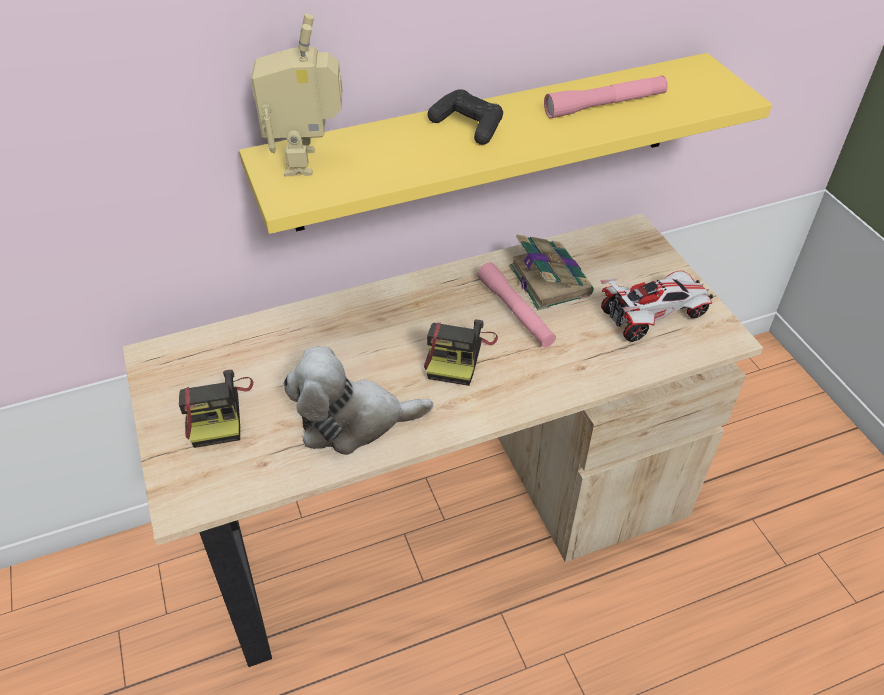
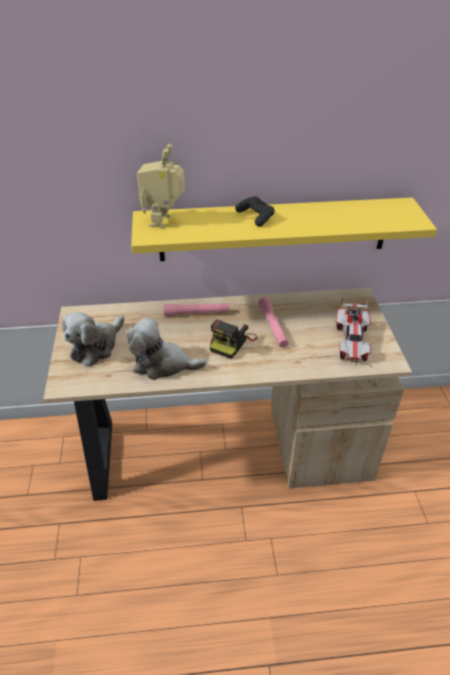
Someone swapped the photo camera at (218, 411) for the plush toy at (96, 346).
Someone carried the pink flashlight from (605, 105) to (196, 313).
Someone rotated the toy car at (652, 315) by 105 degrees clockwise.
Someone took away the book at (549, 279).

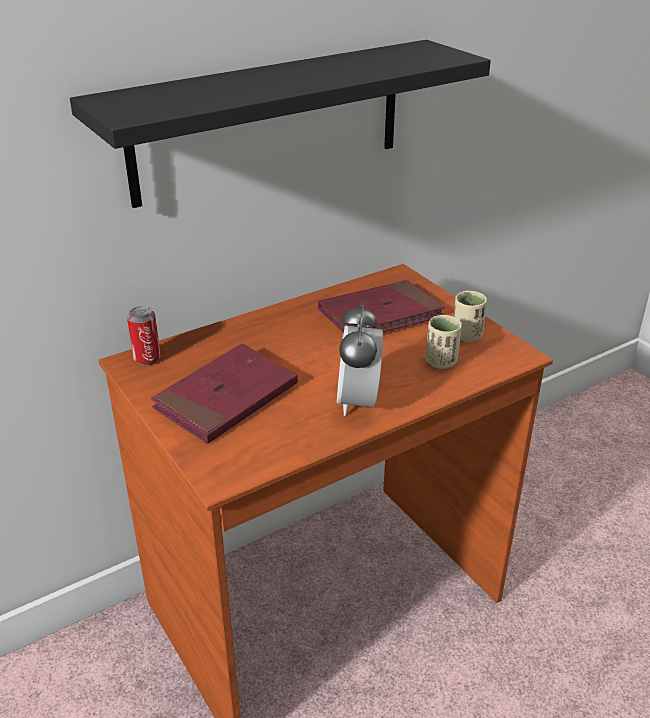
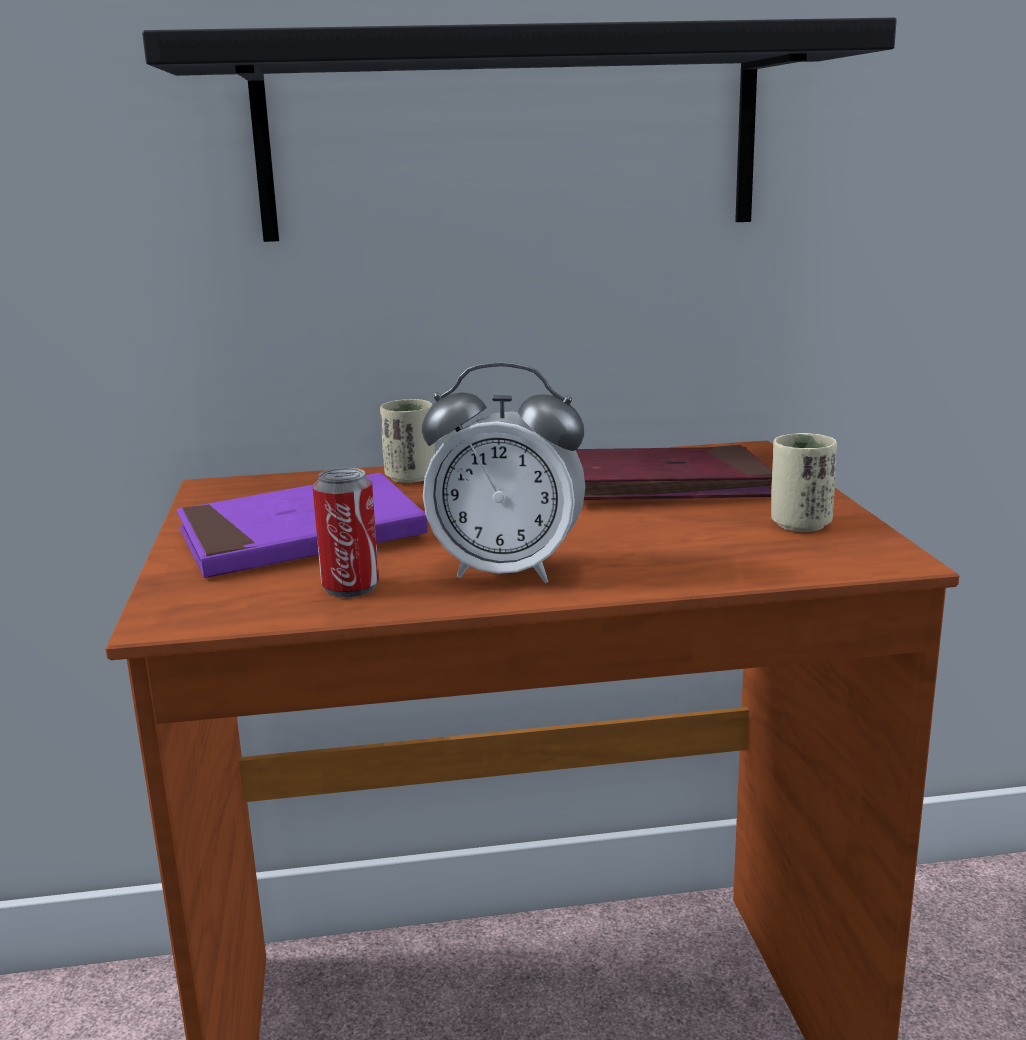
Someone repainted the red book at (226, 397), which became the purple book at (302, 536).
Someone carried the can from (147, 359) to (350, 587).
Someone carried the beige cup from (441, 362) to (410, 477).
Someone rotated the alarm clock at (358, 402) by 105 degrees counterclockwise.

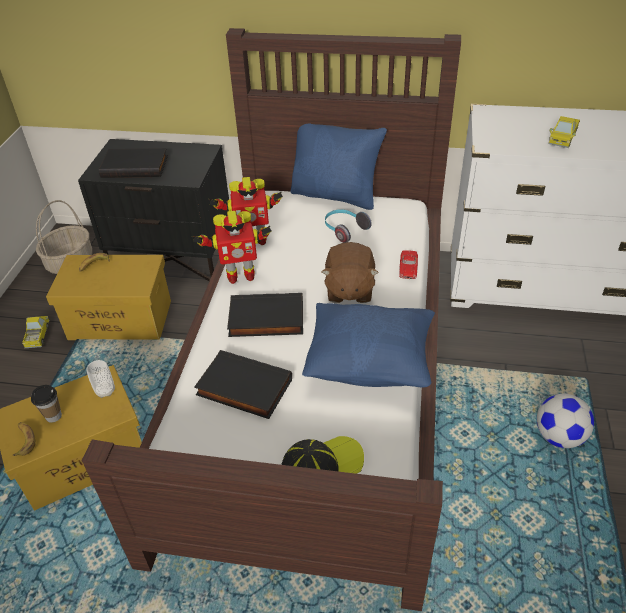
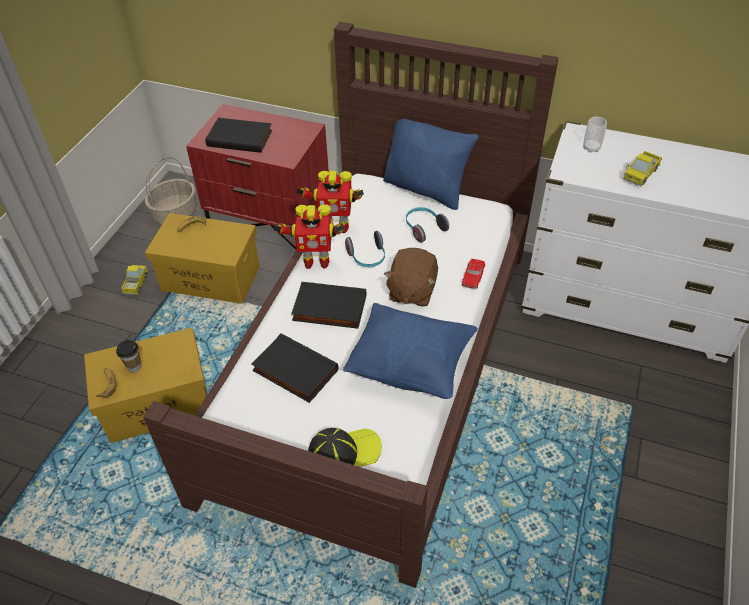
Someone repainted the black nightstand at (173, 258), which became the red nightstand at (270, 222).
Someone put down the headphones at (367, 257).
Someone carried the cup from (105, 391) to (591, 148).
Someone took away the football at (559, 437).

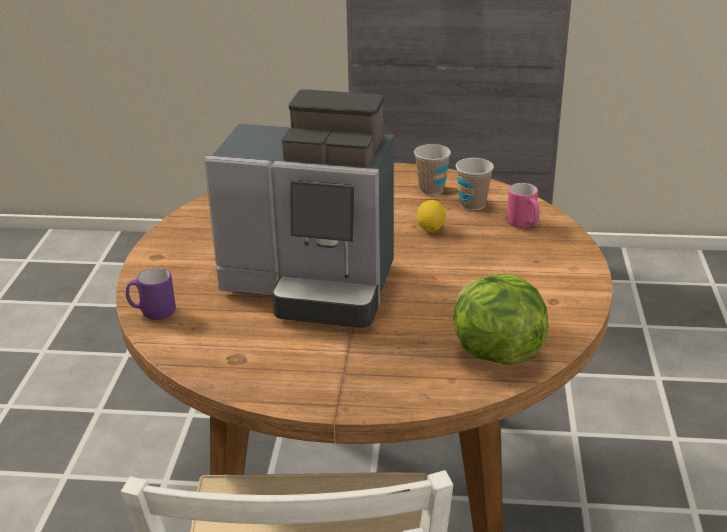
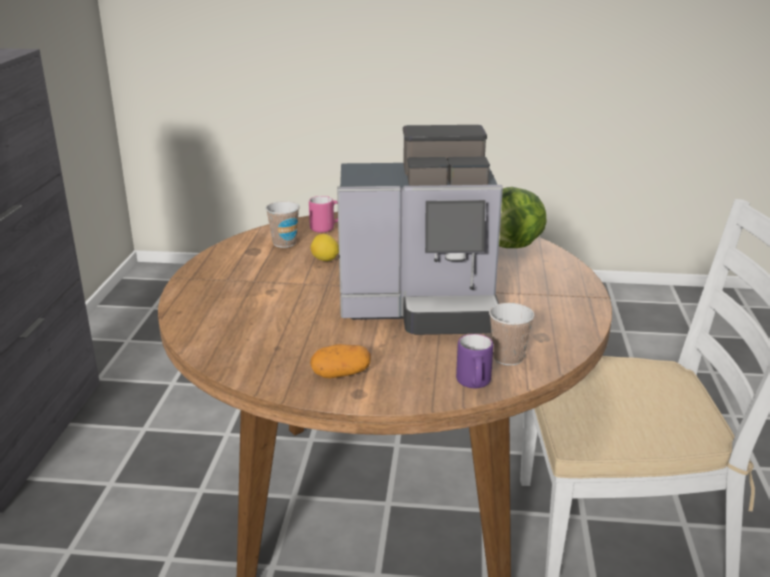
Someone put down the potato at (341, 374).
Someone rotated the coffee machine at (313, 286) by 75 degrees clockwise.
Someone carried the cup from (431, 189) to (508, 358).

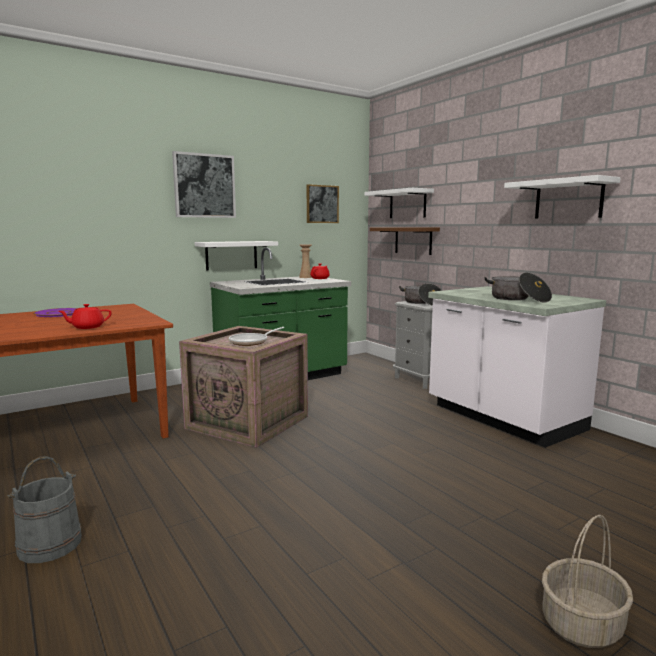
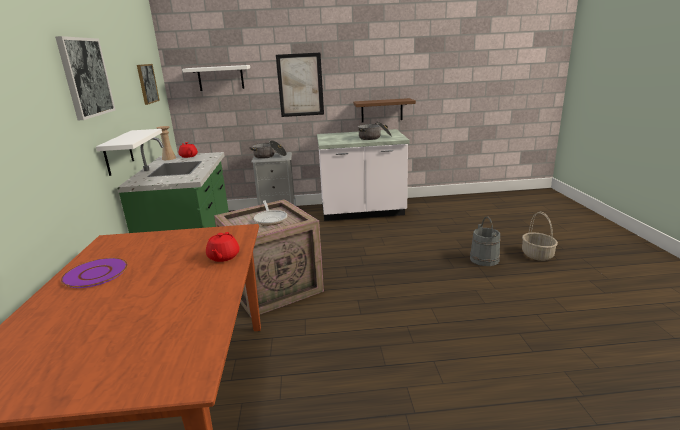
Someone put up the picture at (300, 85).
Someone carried the brown shelf from (413, 240) to (381, 110).
Someone carried the grey bucket from (50, 544) to (484, 259).
Someone took away the white shelf at (568, 199).

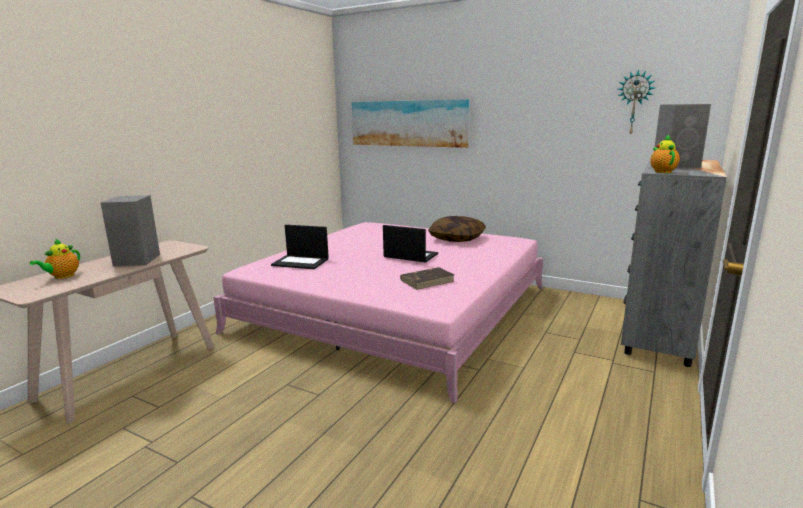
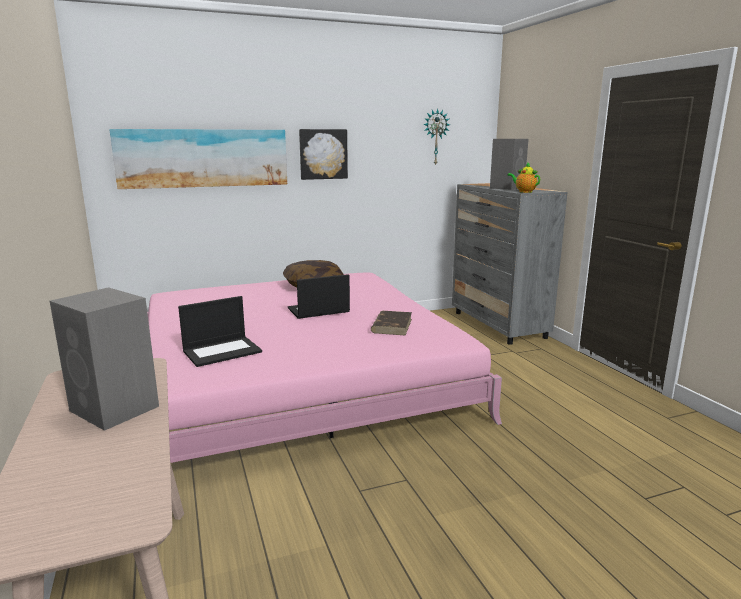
Someone put up the picture at (323, 154).
Someone took away the teapot at (62, 276).

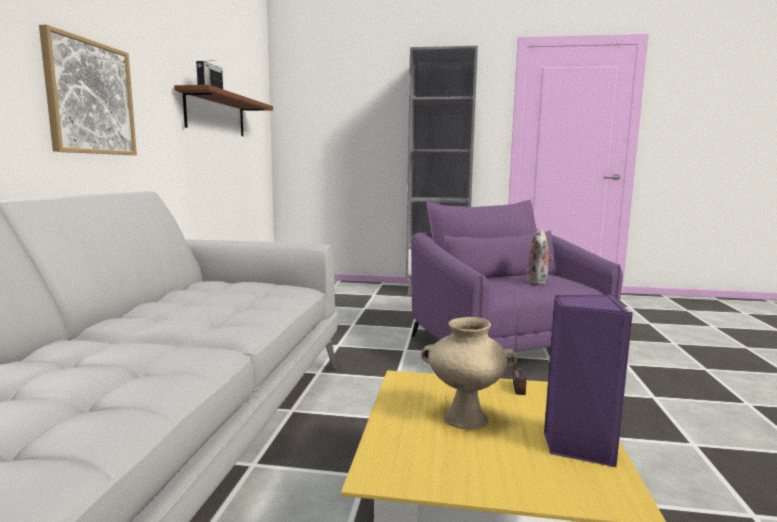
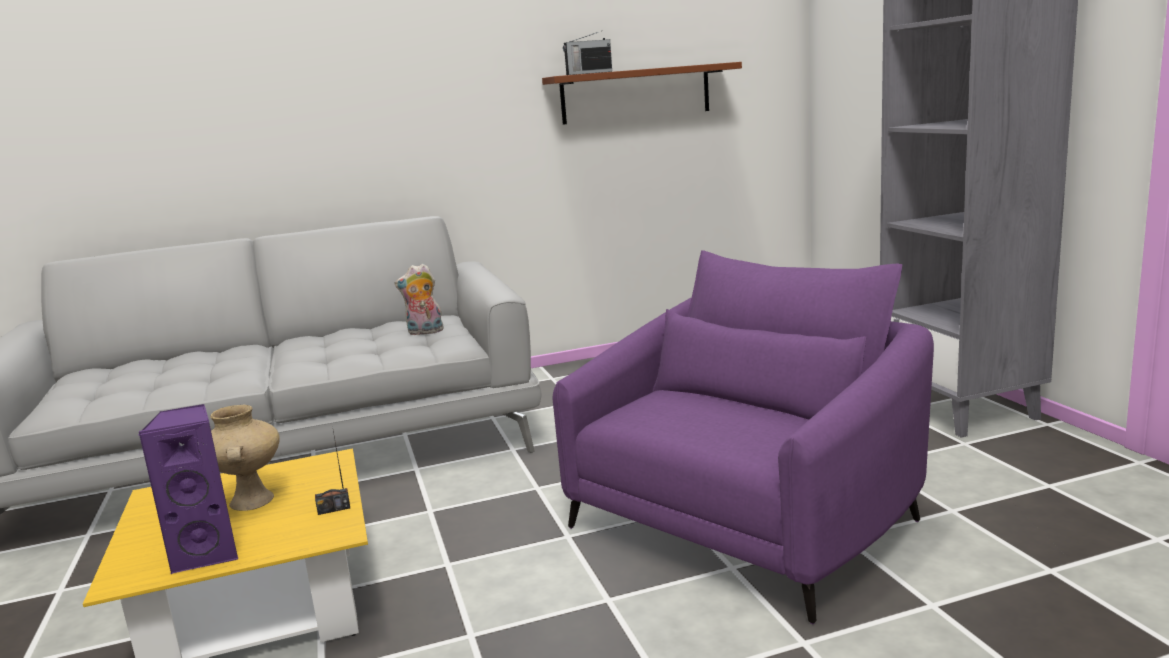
Someone carried the plush toy from (538, 282) to (424, 332).
Someone took away the picture at (90, 98).

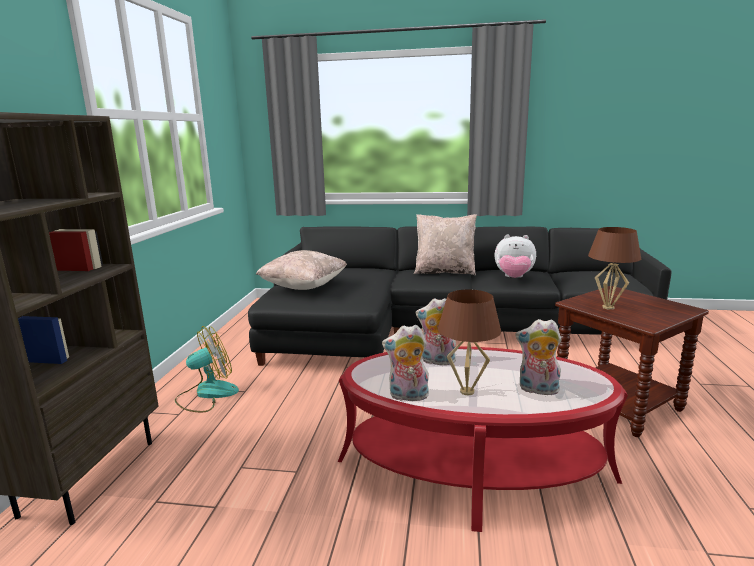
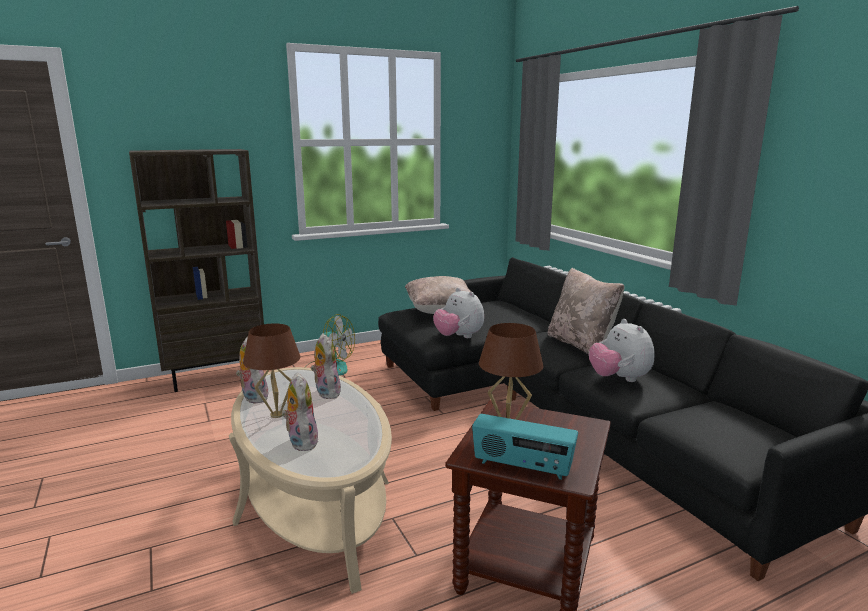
Someone repainted the red coffee table at (473, 469), which became the beige coffee table at (314, 501).
Someone put down the plush toy at (458, 337).
Someone put down the radio at (522, 467).

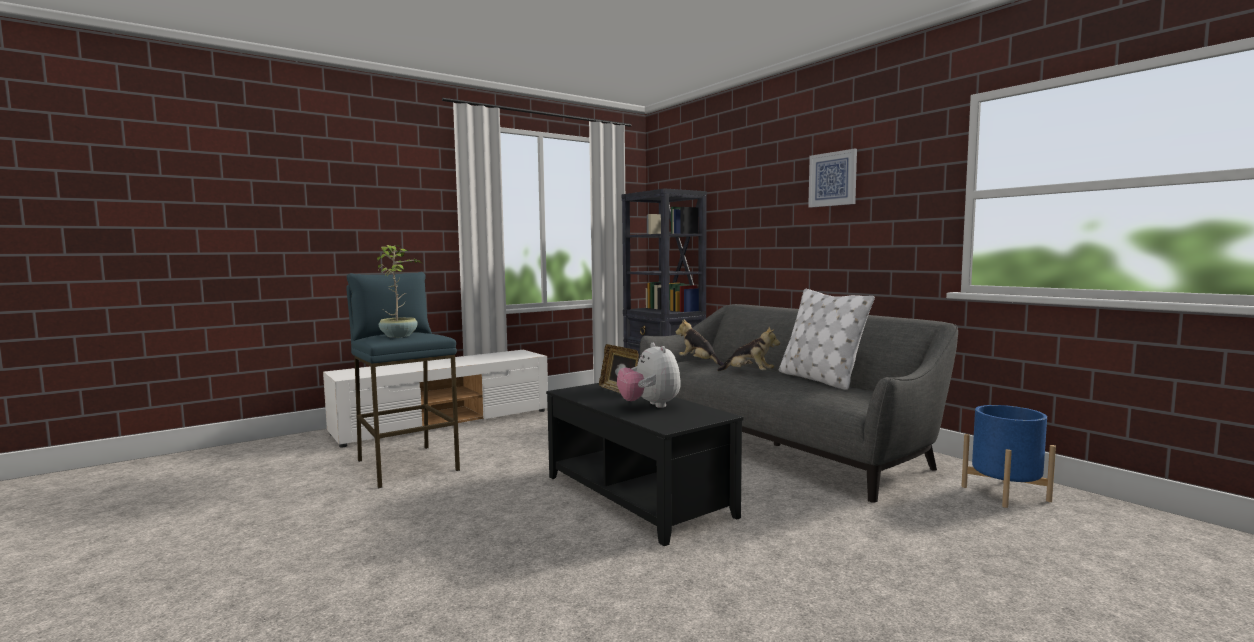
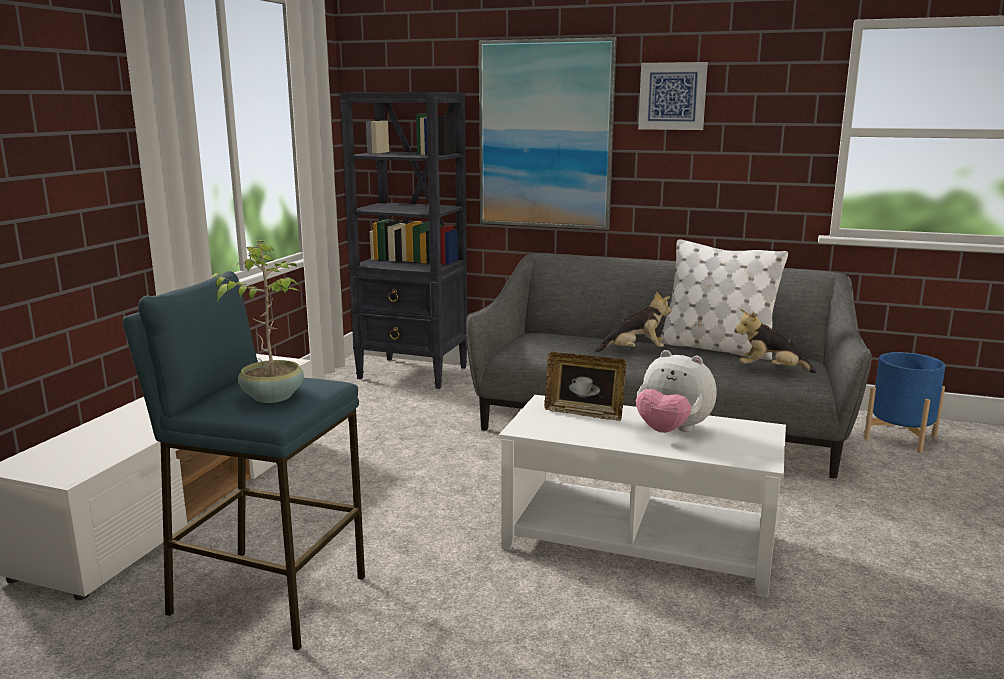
Someone put up the picture at (545, 135).
Someone repainted the black coffee table at (637, 496), which became the white coffee table at (639, 541).
Someone carried the plush toy from (699, 363) to (770, 370).

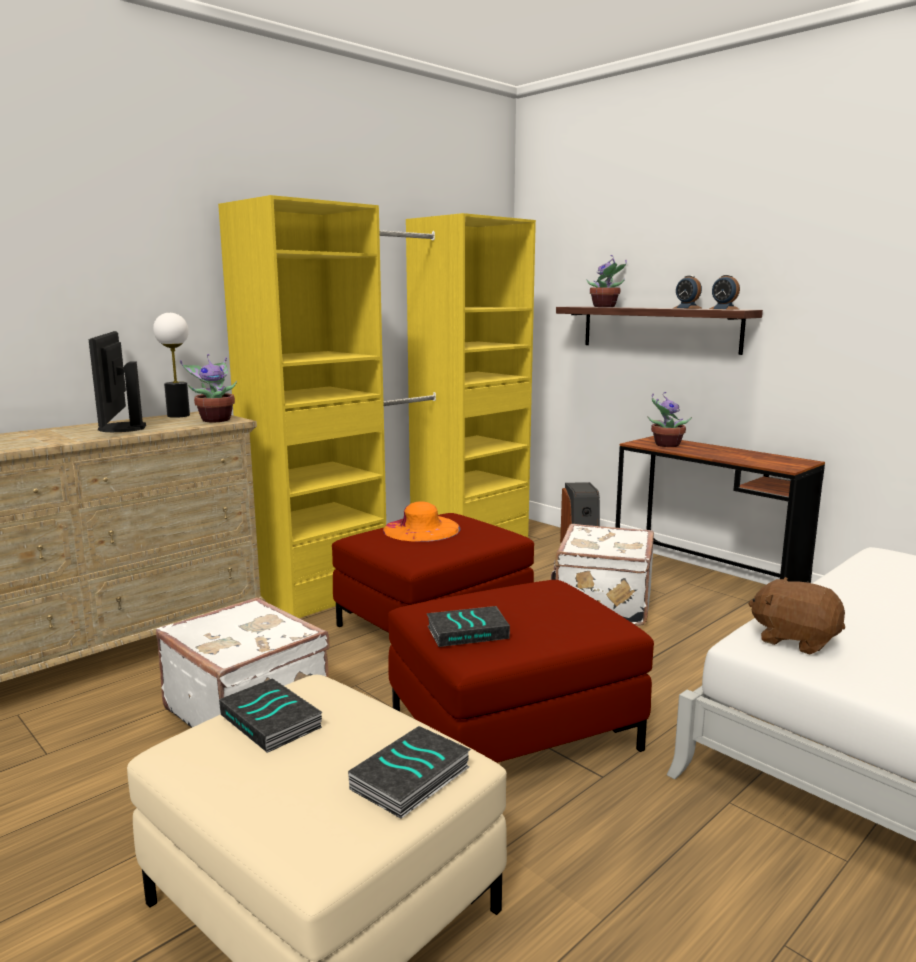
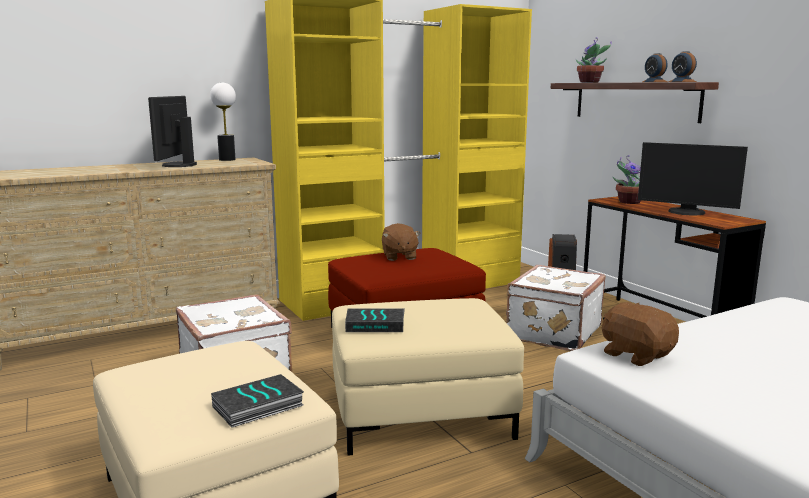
Someone repainted the red ottoman at (514, 730), which became the beige ottoman at (421, 412).
Someone swapped the orange hat at (421, 529) for the brown plush toy at (399, 256).
Someone put down the monitor at (686, 212).
Someone took away the potted plant at (215, 420).
Someone took away the book at (273, 721).

